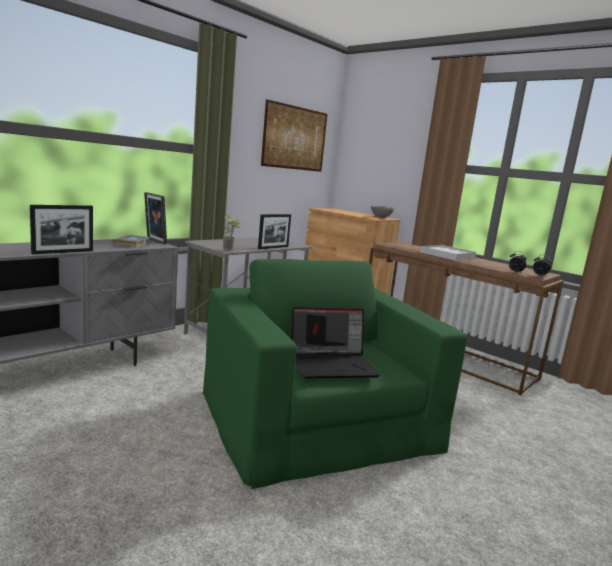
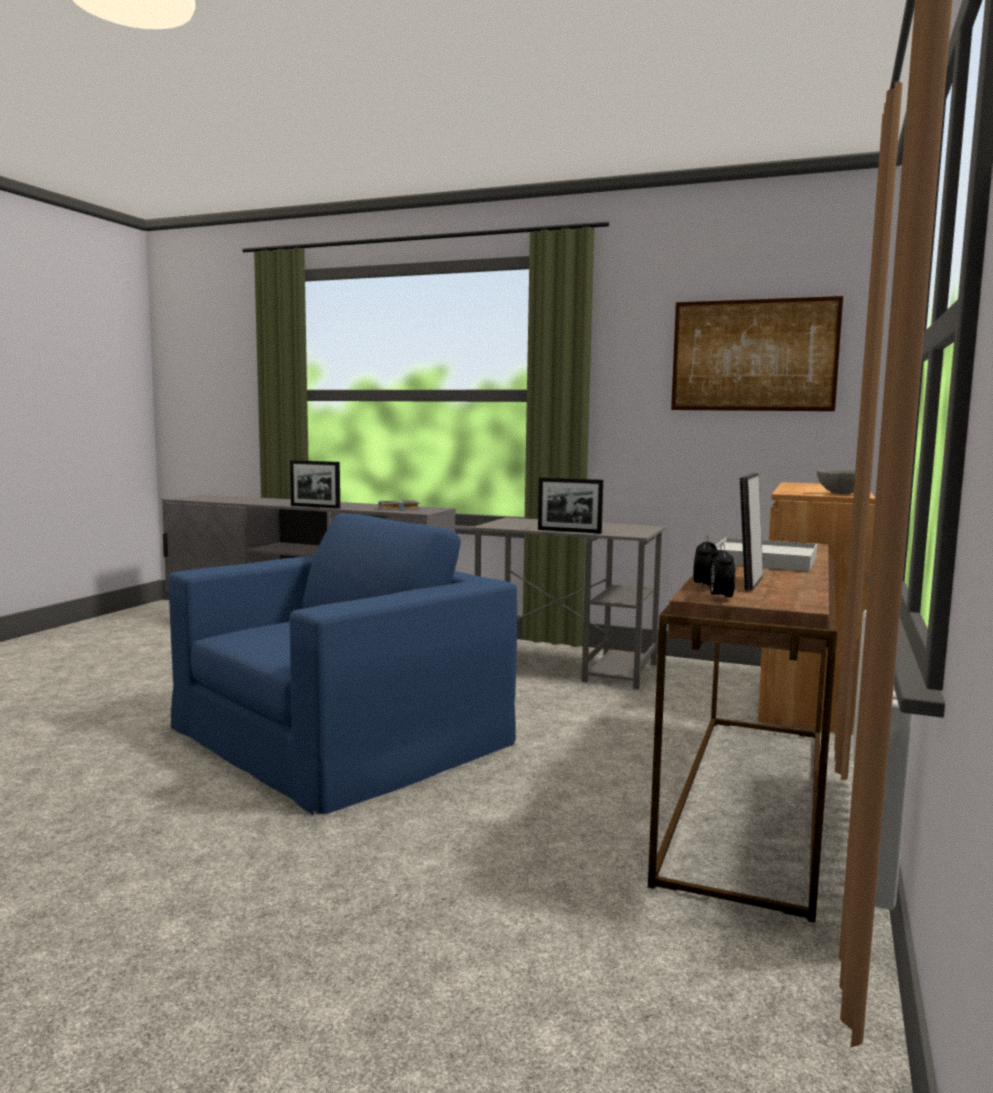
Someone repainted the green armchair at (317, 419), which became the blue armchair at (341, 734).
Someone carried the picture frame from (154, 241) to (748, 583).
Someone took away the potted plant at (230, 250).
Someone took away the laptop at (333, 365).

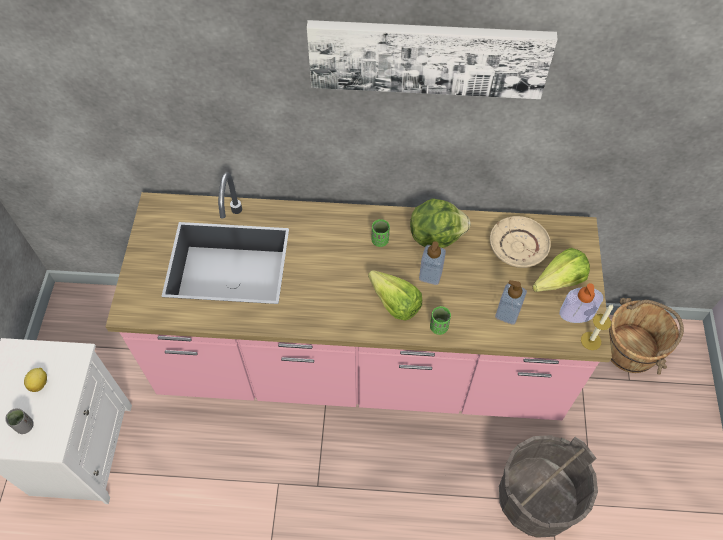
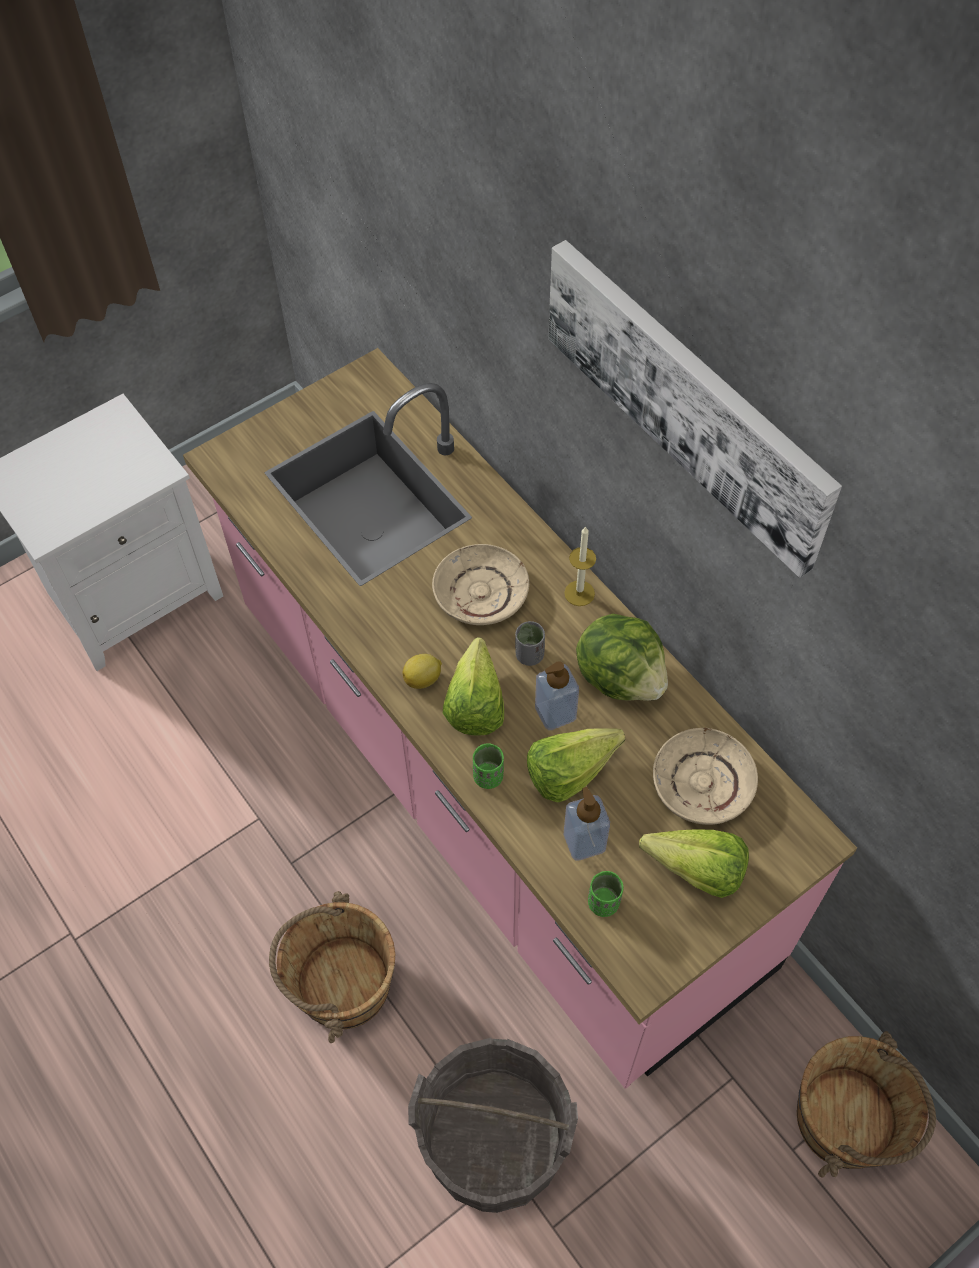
Someone put down the brown bucket at (342, 983).
Someone carried the lemon from (39, 383) to (423, 679).
Someone put down the beige plate at (480, 593).
Someone carried the grey cup from (25, 426) to (529, 655).
Someone put down the lettuce at (578, 770).
Someone carried the candle from (591, 341) to (579, 593).
Someone carried the green cup from (380, 240) to (603, 903).
Someone took away the soap dispenser at (576, 313).

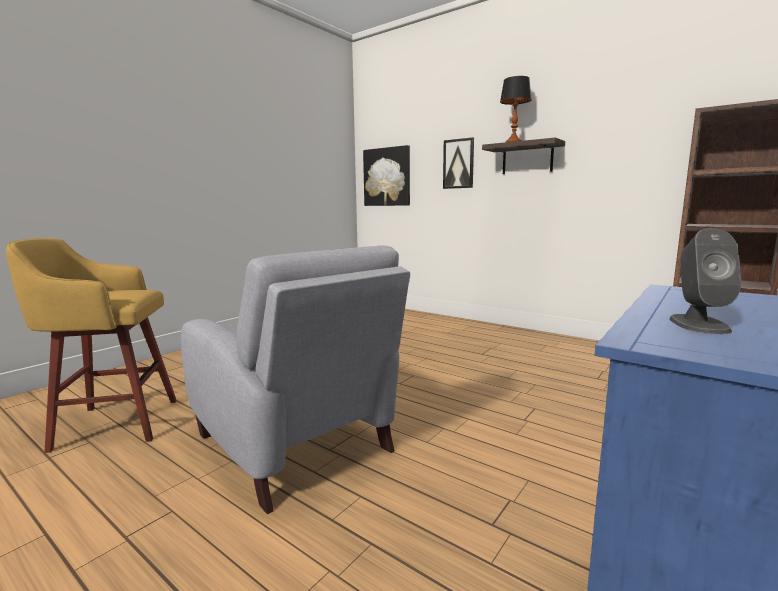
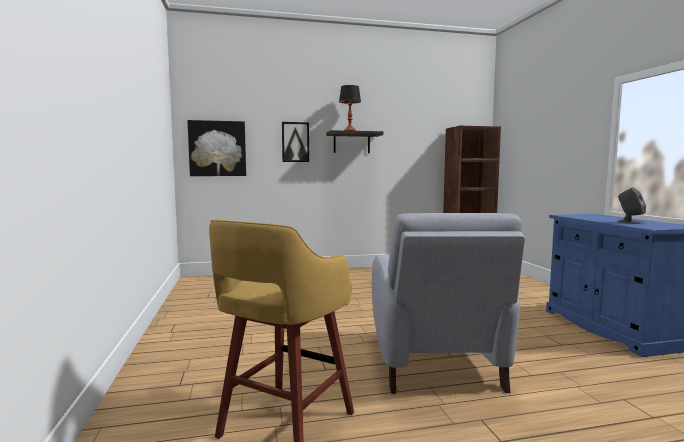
Someone rotated the grey armchair at (296, 446) by 90 degrees clockwise.

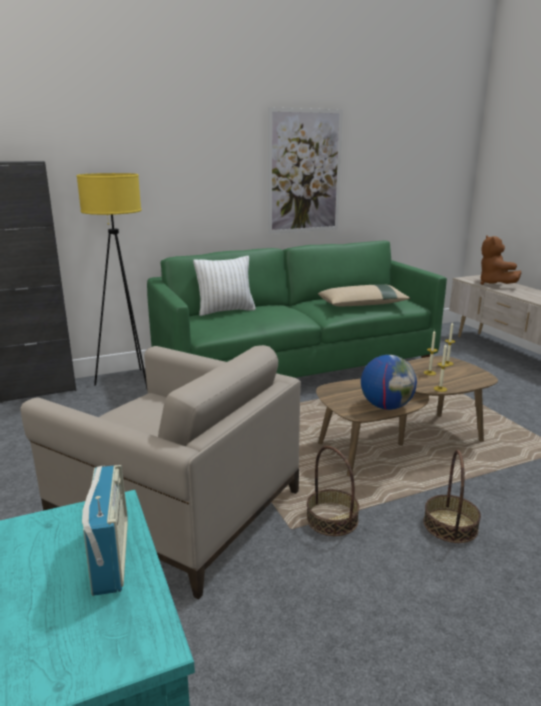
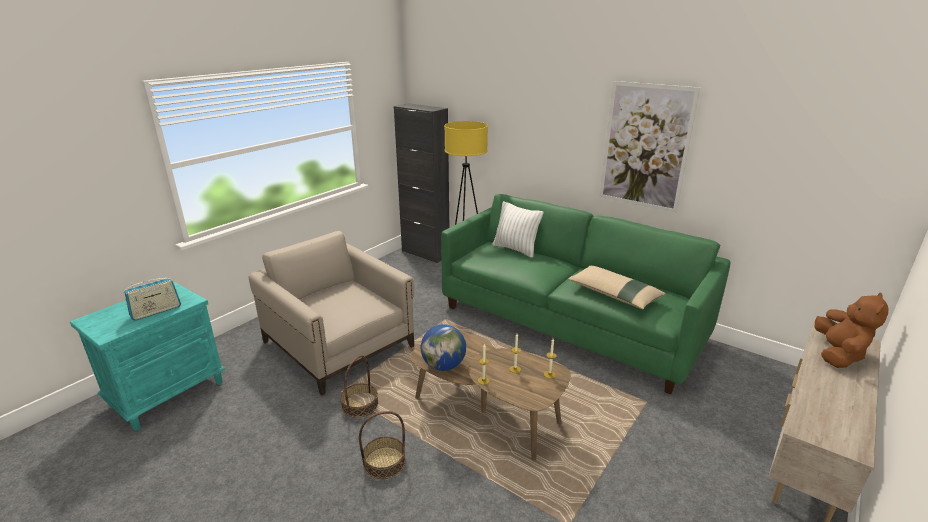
Someone rotated the beige armchair at (176, 507) by 135 degrees clockwise.
Someone rotated the brown plush toy at (494, 284) by 150 degrees clockwise.

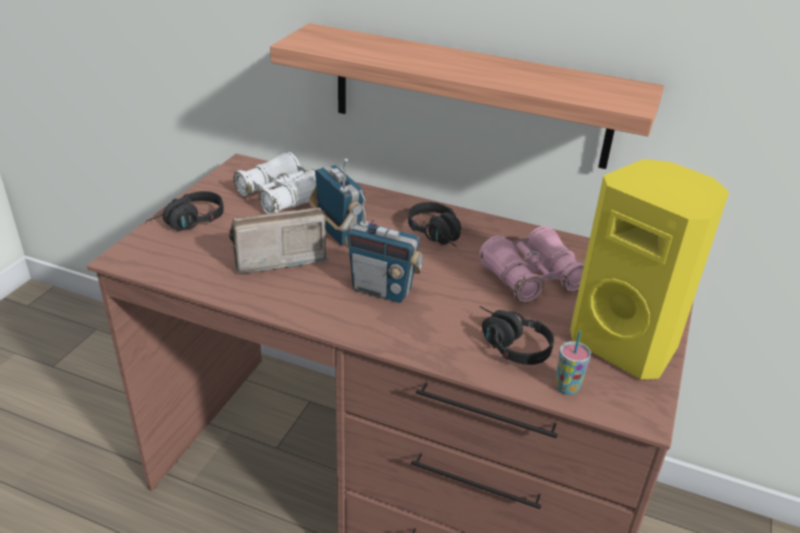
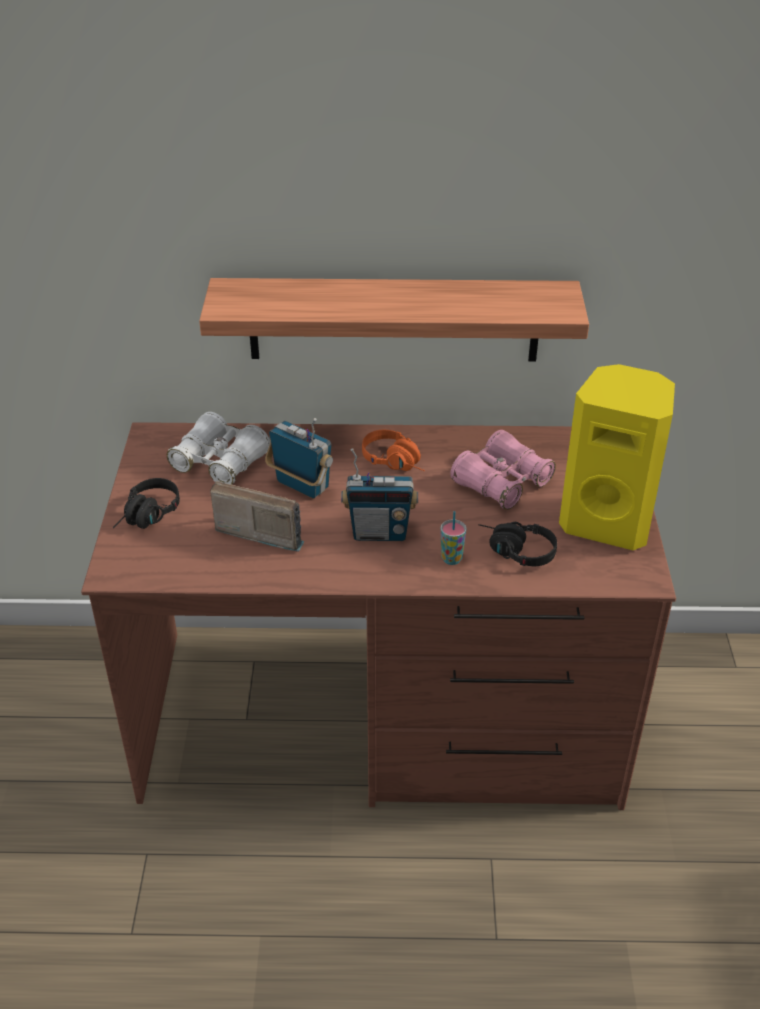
Someone rotated the radio at (276, 258) by 60 degrees clockwise.
Someone repainted the black headphones at (439, 236), which became the orange headphones at (397, 462).
Someone carried the cup from (567, 388) to (451, 559).

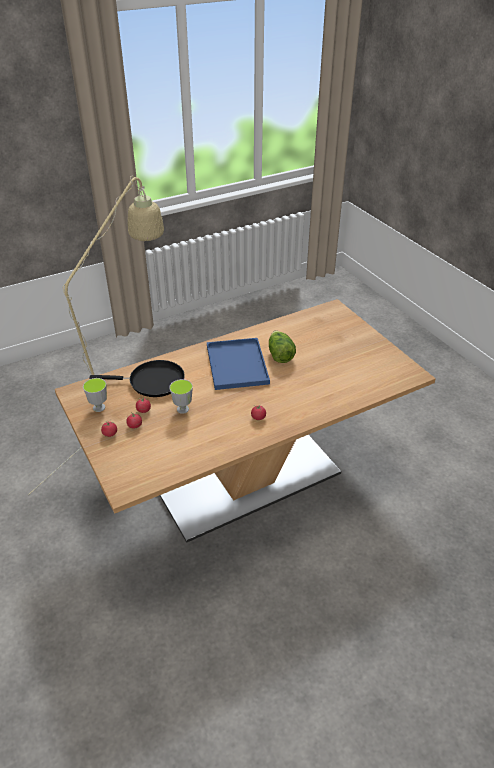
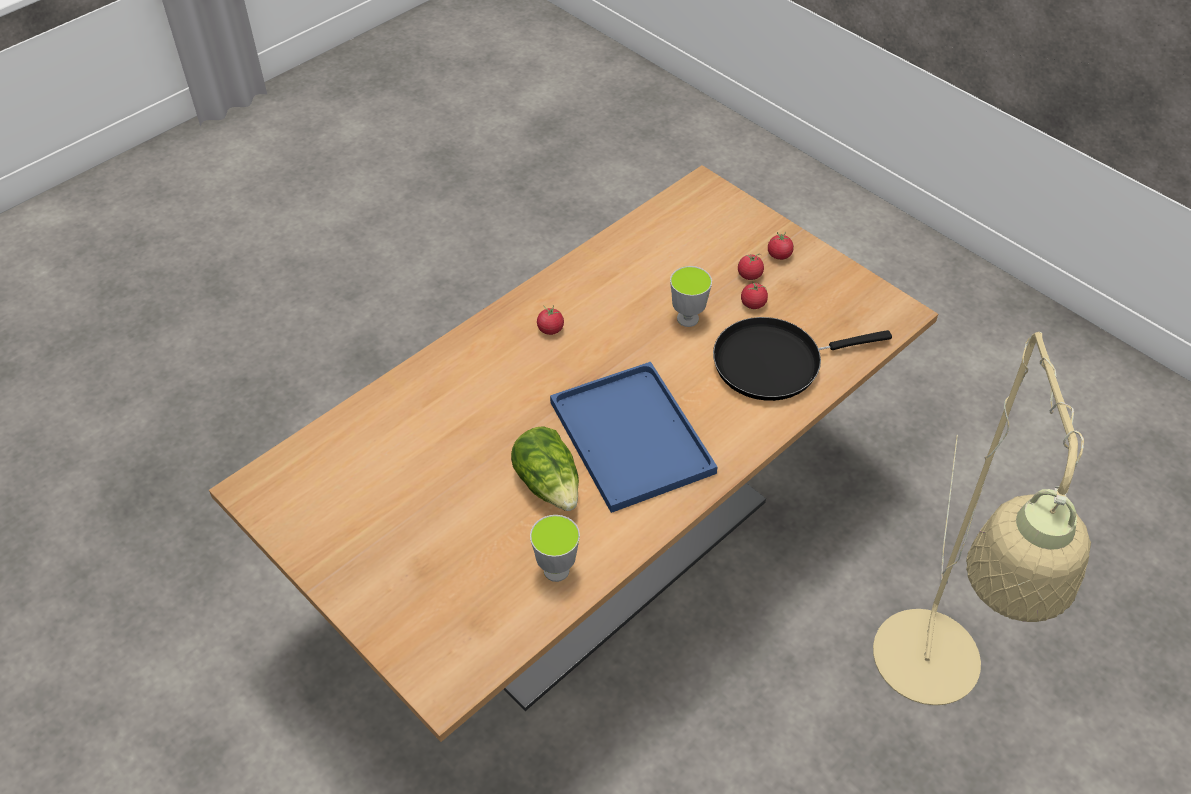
Someone carried the cup from (99, 407) to (556, 570).

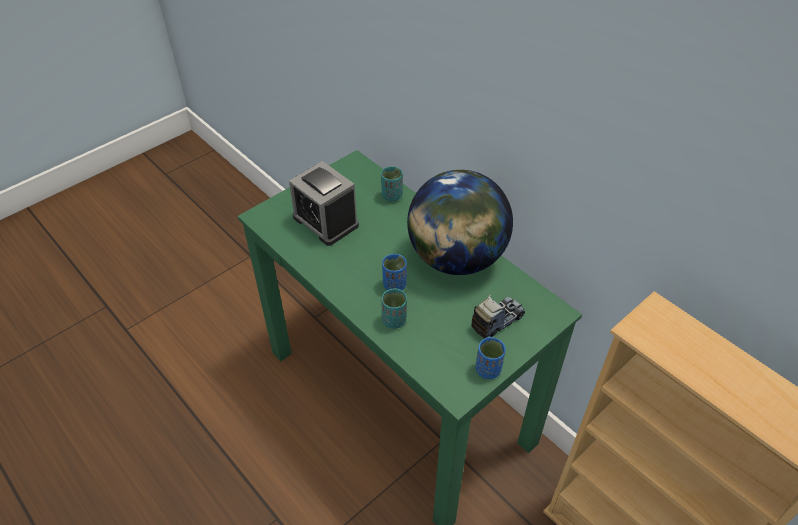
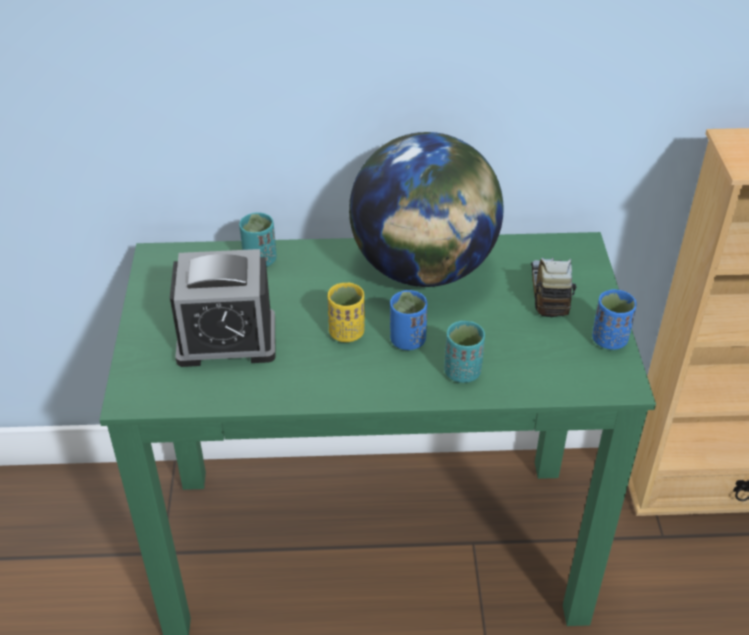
Someone put down the yellow cup at (346, 333).

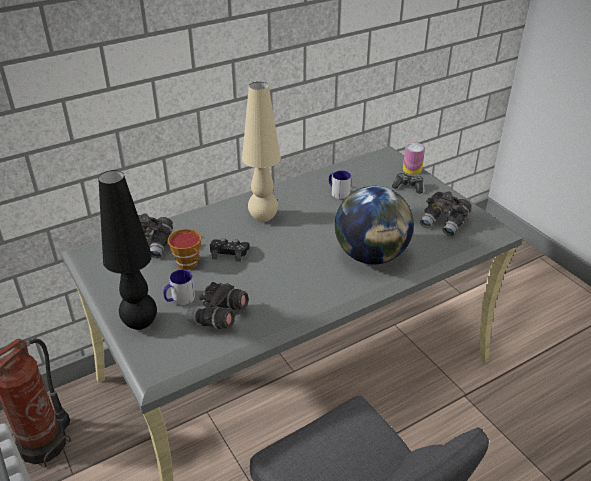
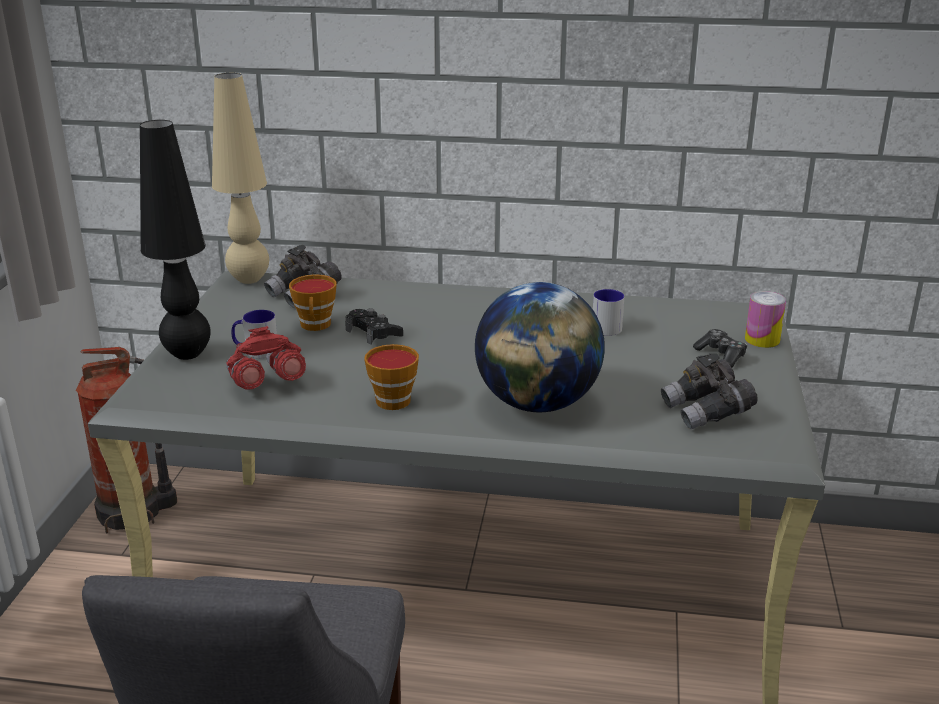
Someone carried the beige table lamp from (263, 218) to (248, 280).
Someone repainted the grey binoculars at (218, 318), which became the red binoculars at (265, 383).
Someone put down the cup at (394, 399).

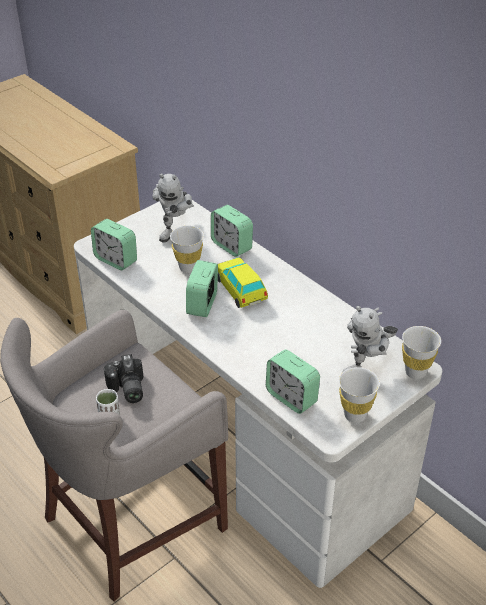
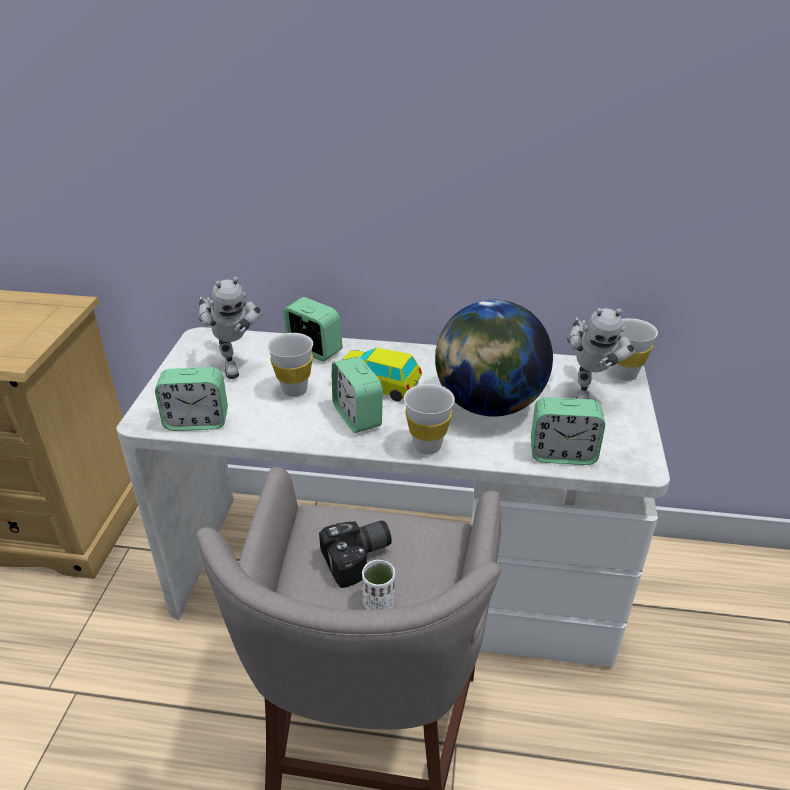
Someone rotated the alarm clock at (231, 246) by 150 degrees counterclockwise.
Someone rotated the photo camera at (126, 389) by 60 degrees counterclockwise.
Someone carried the white cup from (355, 415) to (427, 446).
Someone put down the globe at (488, 405).

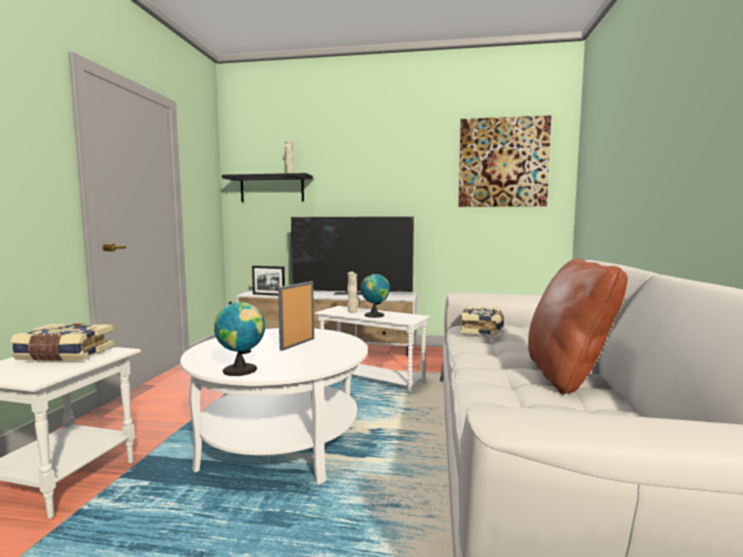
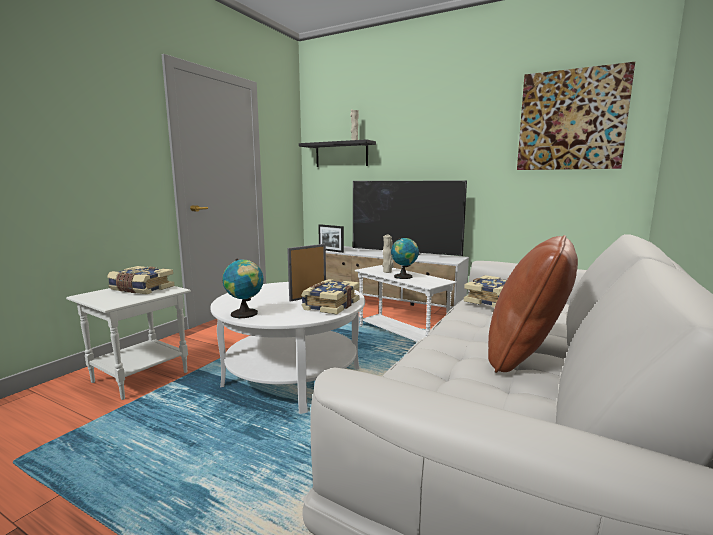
Someone put down the book at (330, 305).

